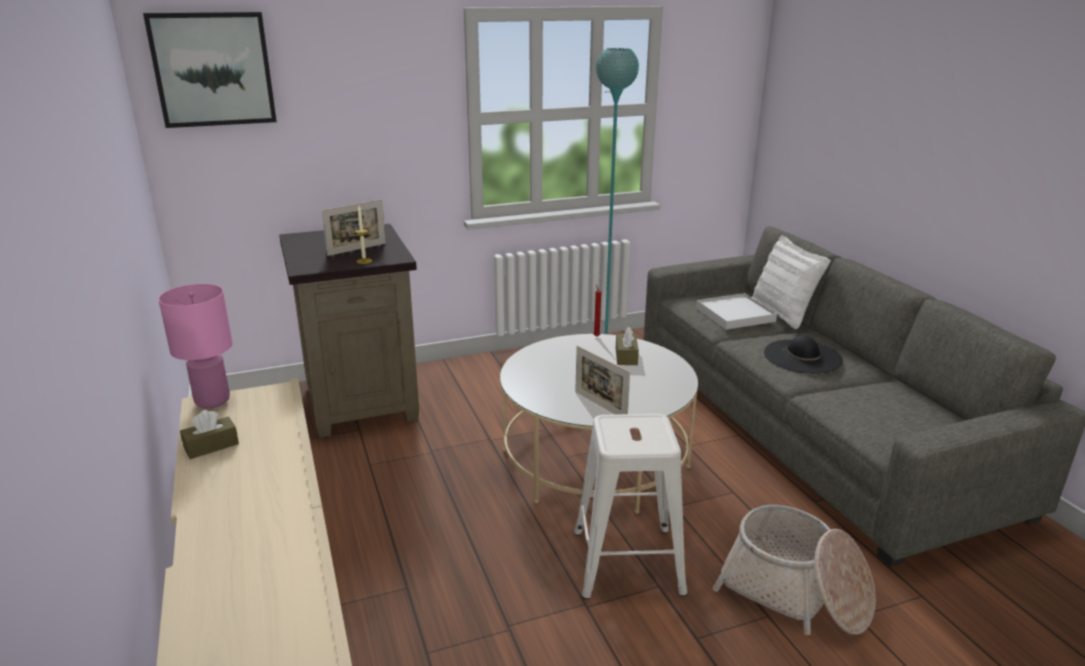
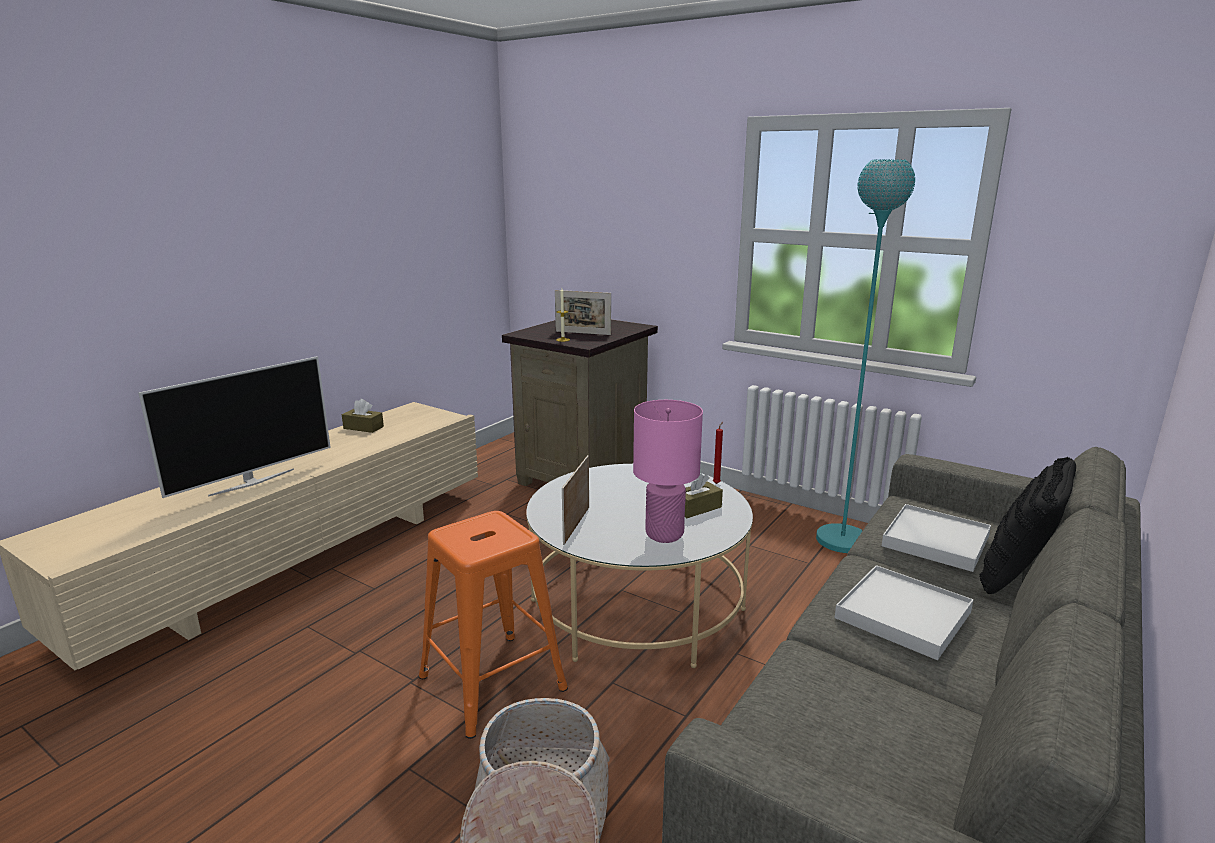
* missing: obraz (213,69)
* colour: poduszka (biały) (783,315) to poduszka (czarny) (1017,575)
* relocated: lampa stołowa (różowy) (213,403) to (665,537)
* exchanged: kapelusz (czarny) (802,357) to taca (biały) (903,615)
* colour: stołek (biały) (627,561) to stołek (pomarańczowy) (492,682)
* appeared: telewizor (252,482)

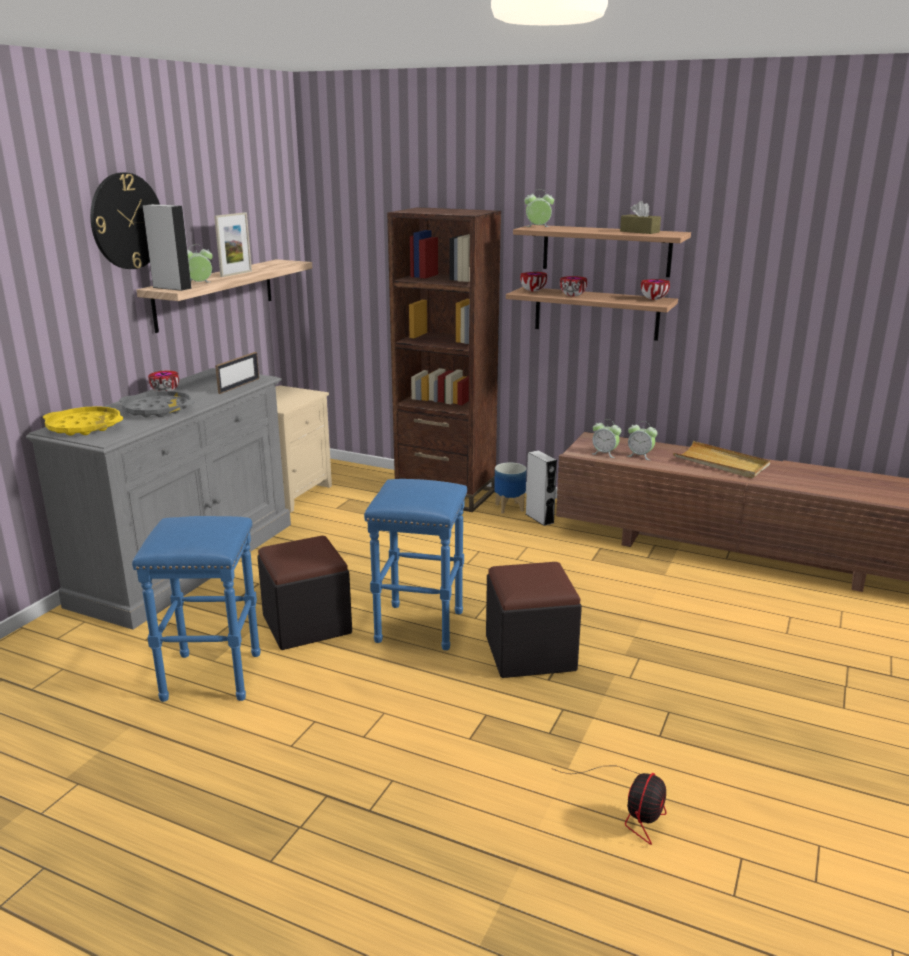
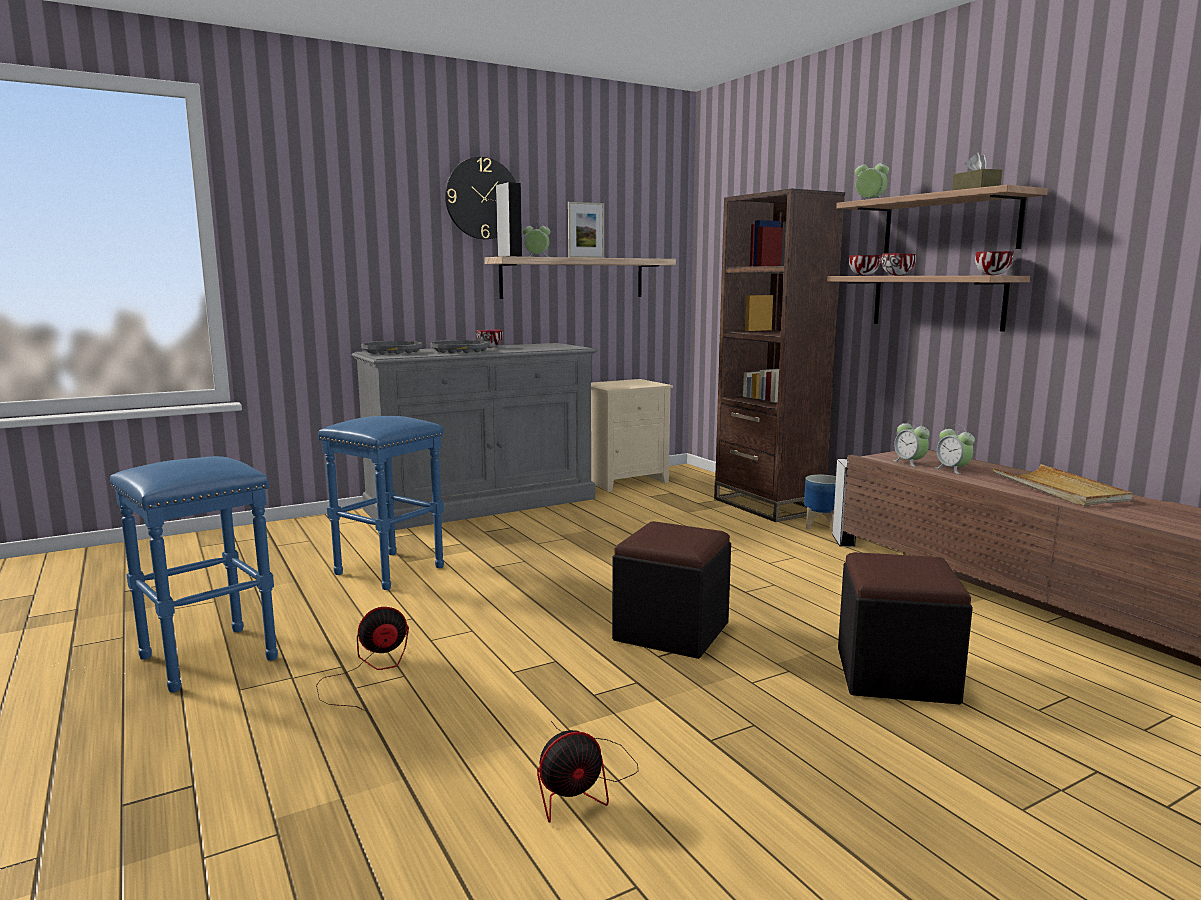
* missing: ramka na zdjęcie (239,386)
* colour: taca (żółty) (84,427) to taca (szary) (392,352)
* relocated: stołek (niebieski) (421,625) to (212,657)
* relocated: pufa (czarny) (307,624) to (895,675)
* appeared: wentylator (369,673)

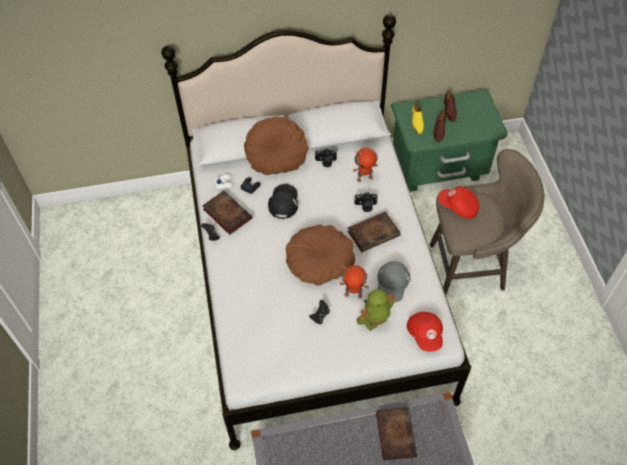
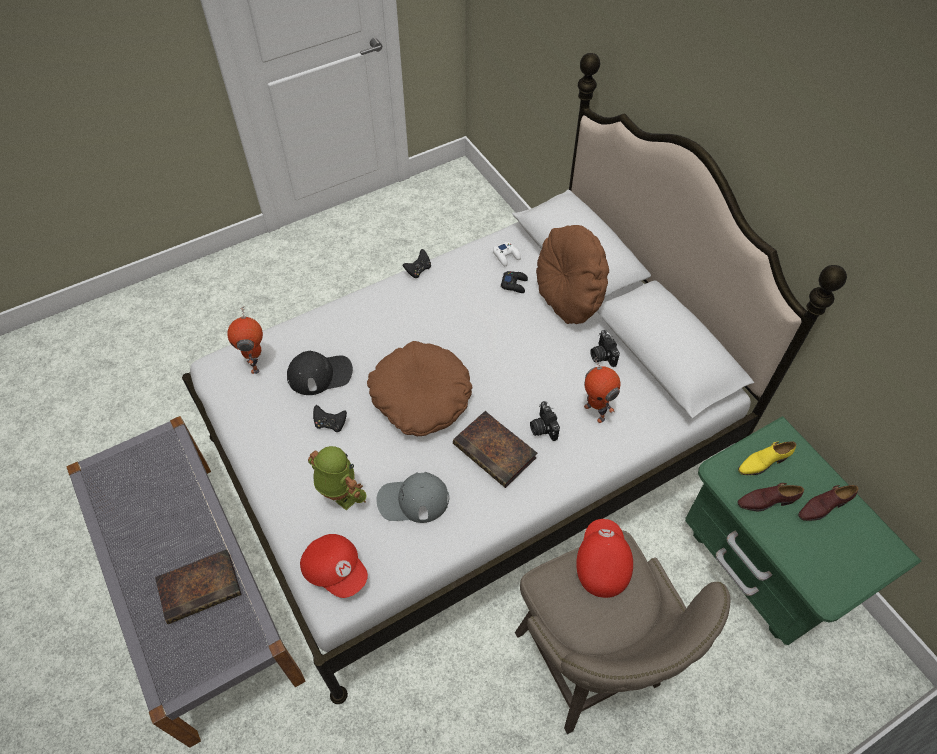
* relocated: czapka z daszkiem (czarny) (283,202) to (320,374)
* missing: książka (226,213)
* relocated: robot zabawkowy (353,294) to (256,363)
* spun: czapka z daszkiem (czerwony) (425,334) = (336,570) 105 degrees counterclockwise

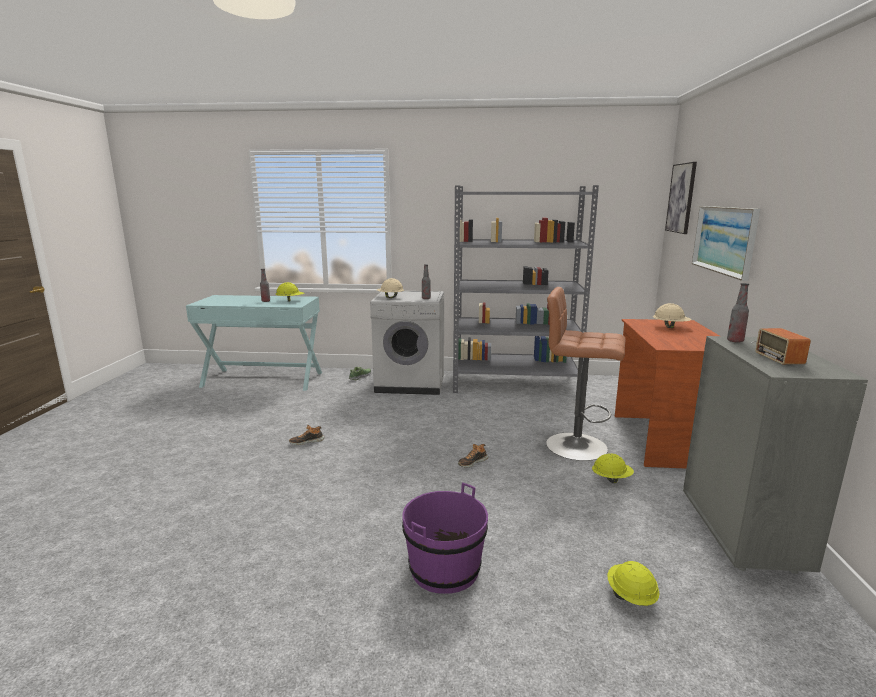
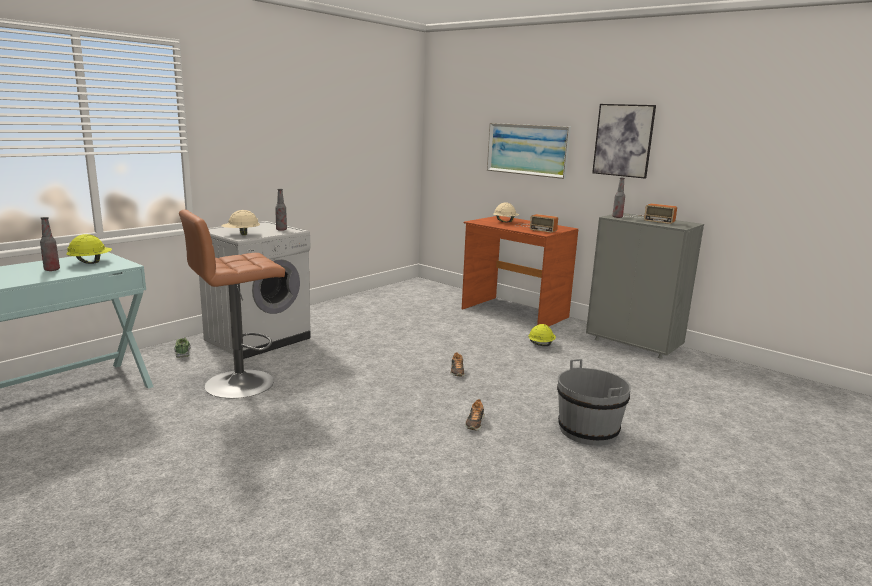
* relocated: obraz (681,198) to (623,140)
* missing: regał (szary) (514,383)
* relocated: stołek (brązowy) (575,446) to (238,384)
* relocated: but (307,441) to (474,423)
* colour: wiadro (fioletowy) (444,569) to wiadro (szary) (588,430)
* missing: kask (żółty) (630,596)
* appeared: radio (534,228)

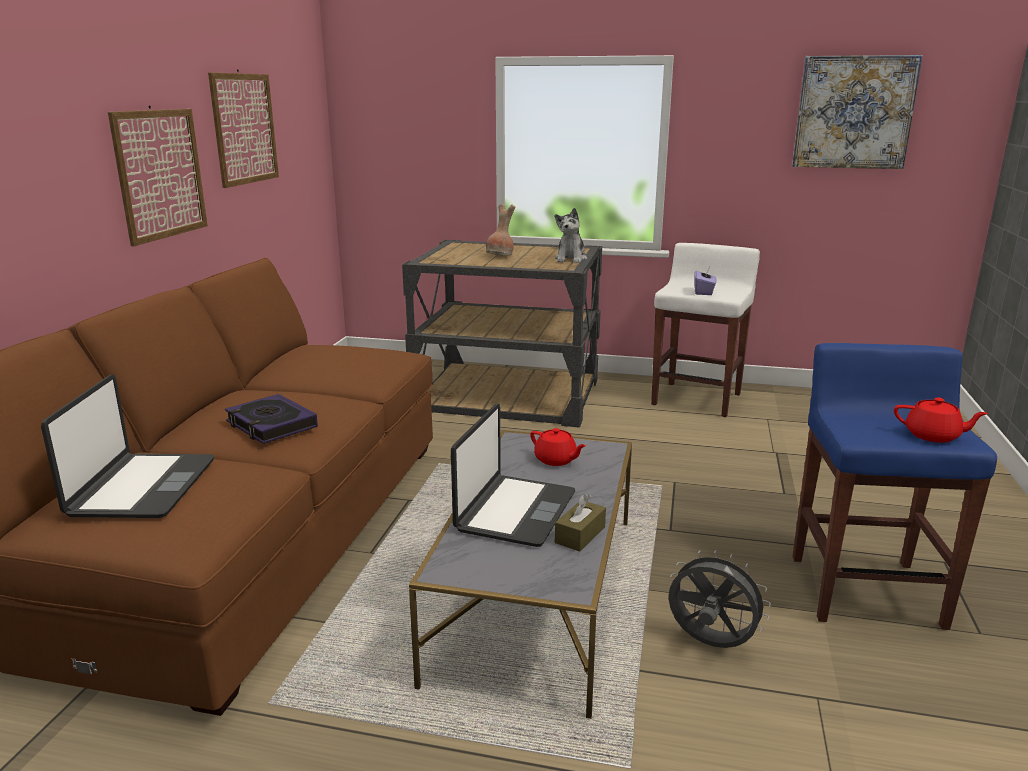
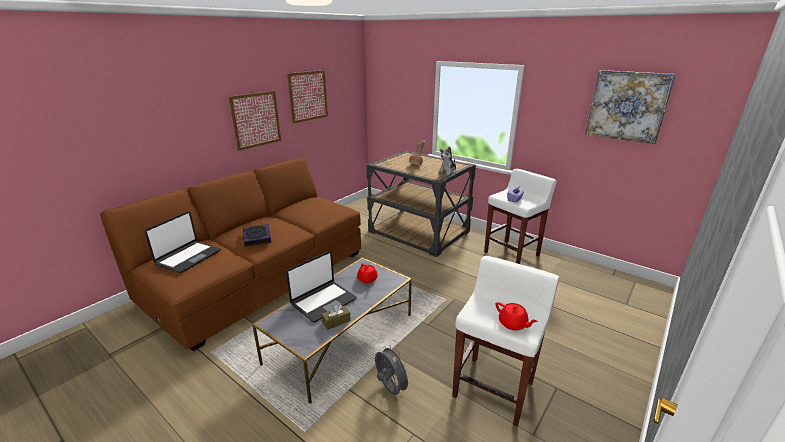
* colour: stołek (niebieski) (865,590) to stołek (biały) (494,388)

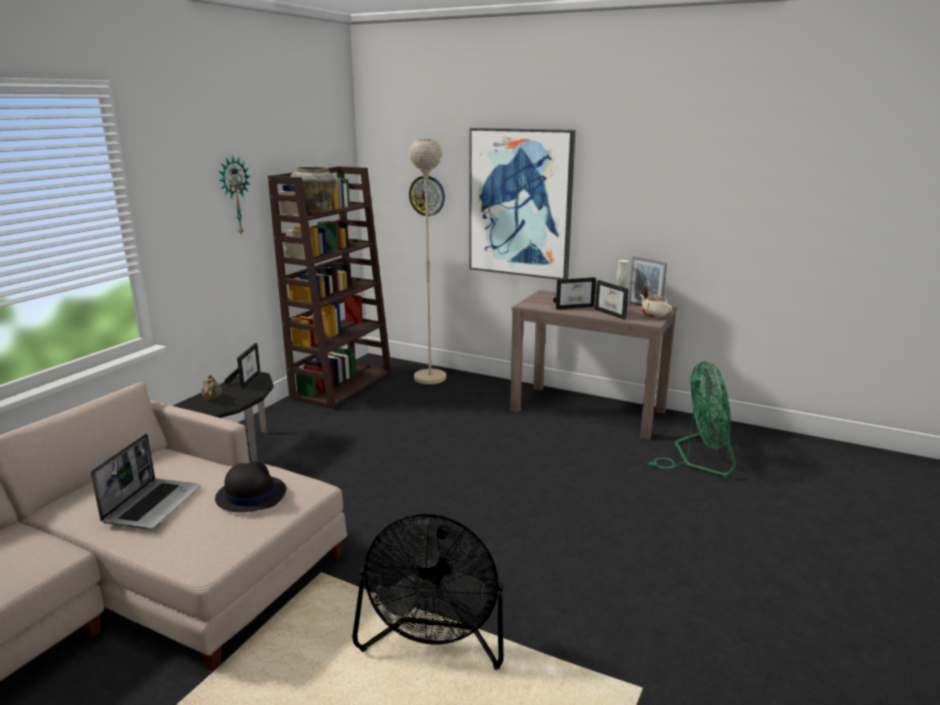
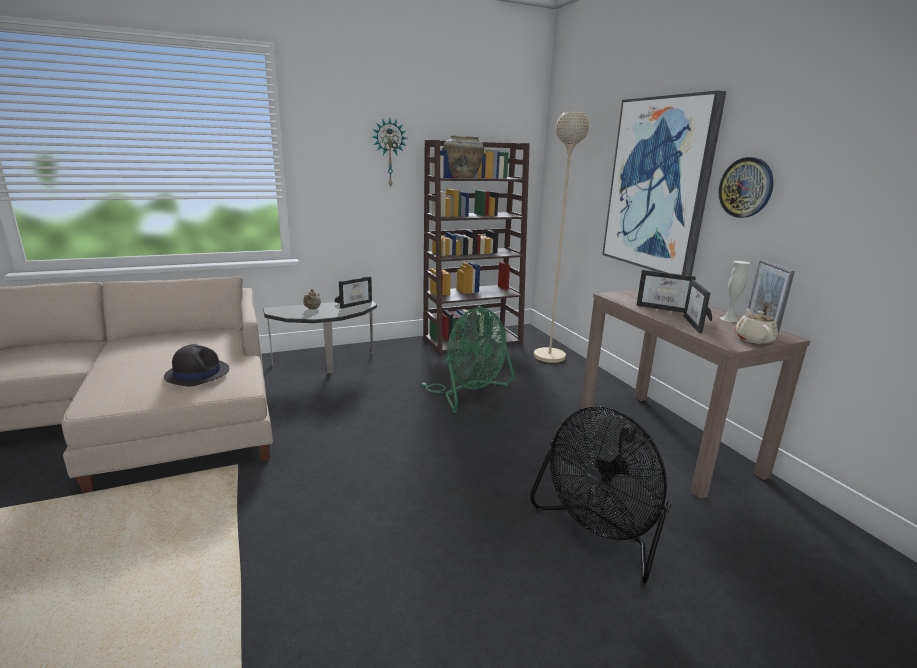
* relocated: zegar ścienny (427,195) to (746,187)
* relocated: wentylator (zielony) (694,456) to (467,394)
* missing: laptop (153,504)
* relocated: wentylator (czarny) (430,639) to (598,531)

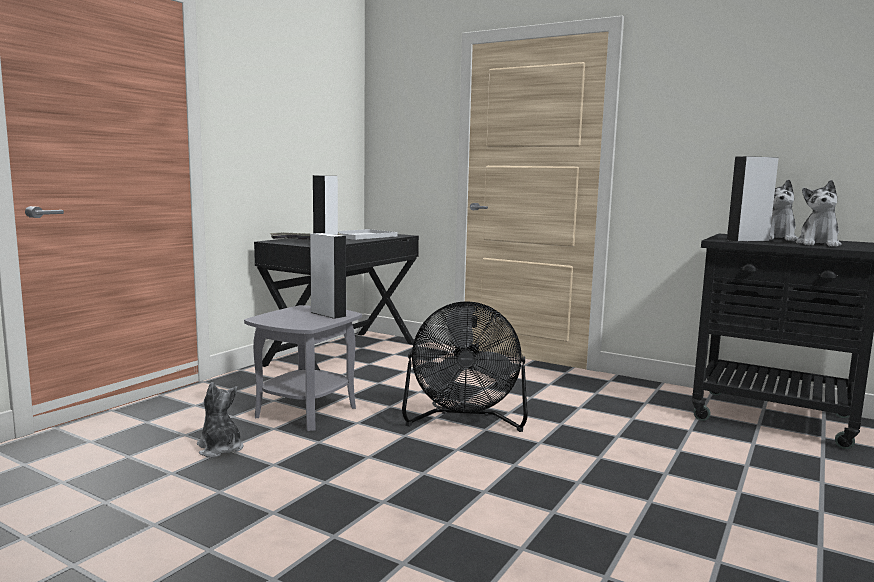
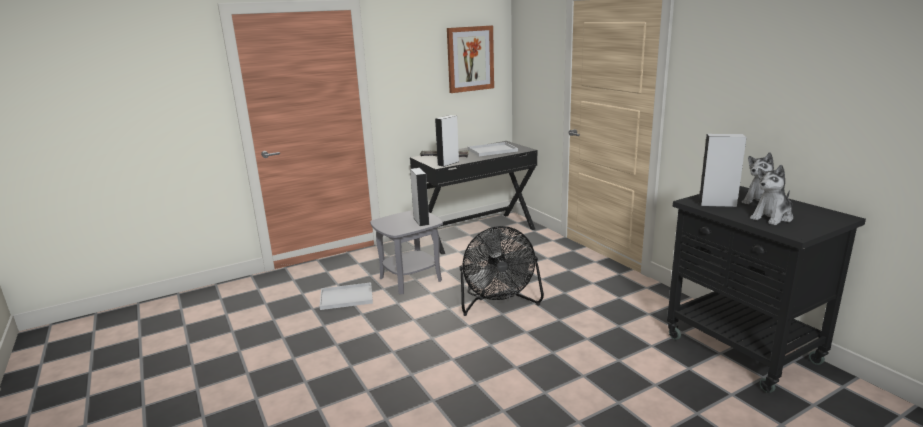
* spun: wentylator (czarny) (460,419) = (495,303) 45 degrees counterclockwise
* exchanged: pluszak (220,449) to taca (biały) (345,297)
* appeared: obraz (470,59)

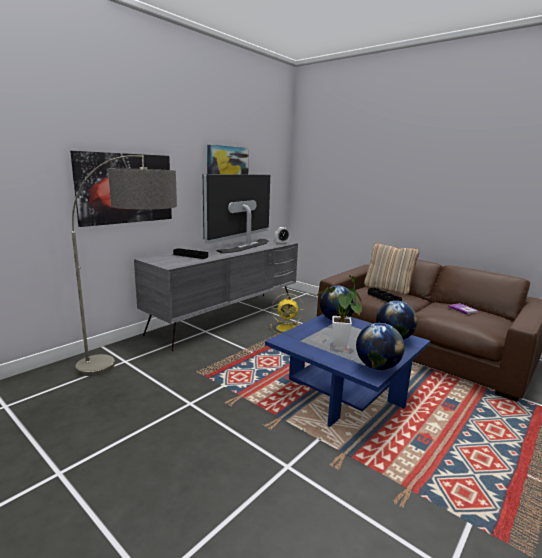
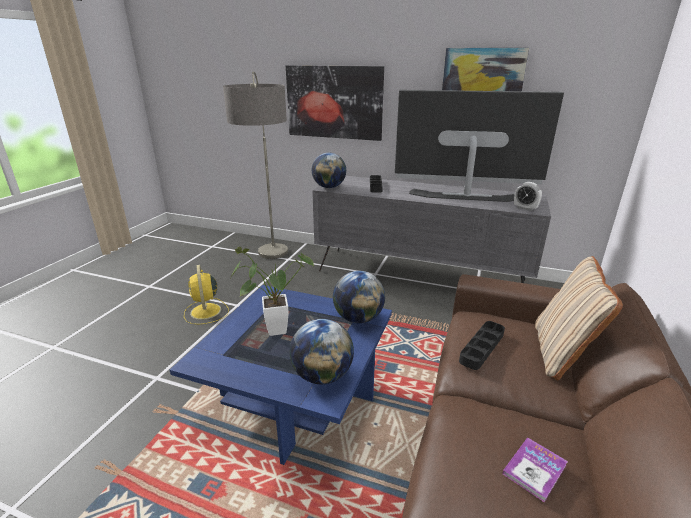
* relocated: wentylator (żółty) (288,328) to (206,312)
* relocated: globus (377,367) to (329,187)

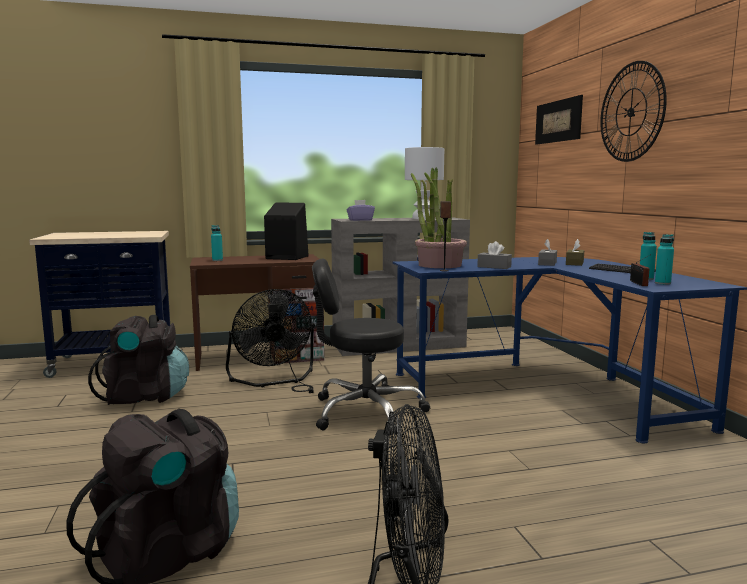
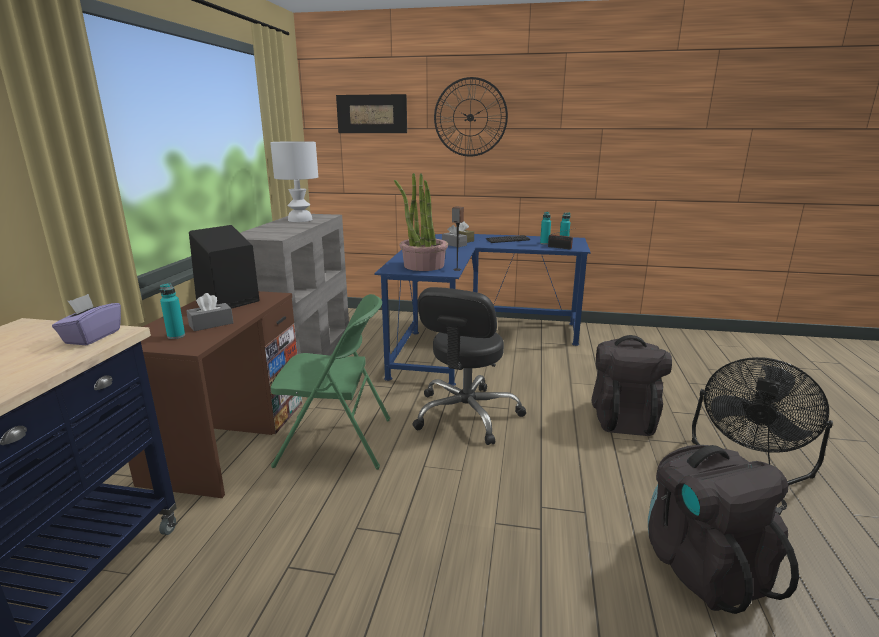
* relocated: pudełko chusteczek (fioletowy) (360,220) to (92,337)
* relocated: pudełko chusteczek (szary) (494,267) to (211,324)
* exchanged: wentylator (czarny) (279,380) to krzesło (zielony) (335,442)
* relocated: plecak (czarny) (145,396) to (623,418)

